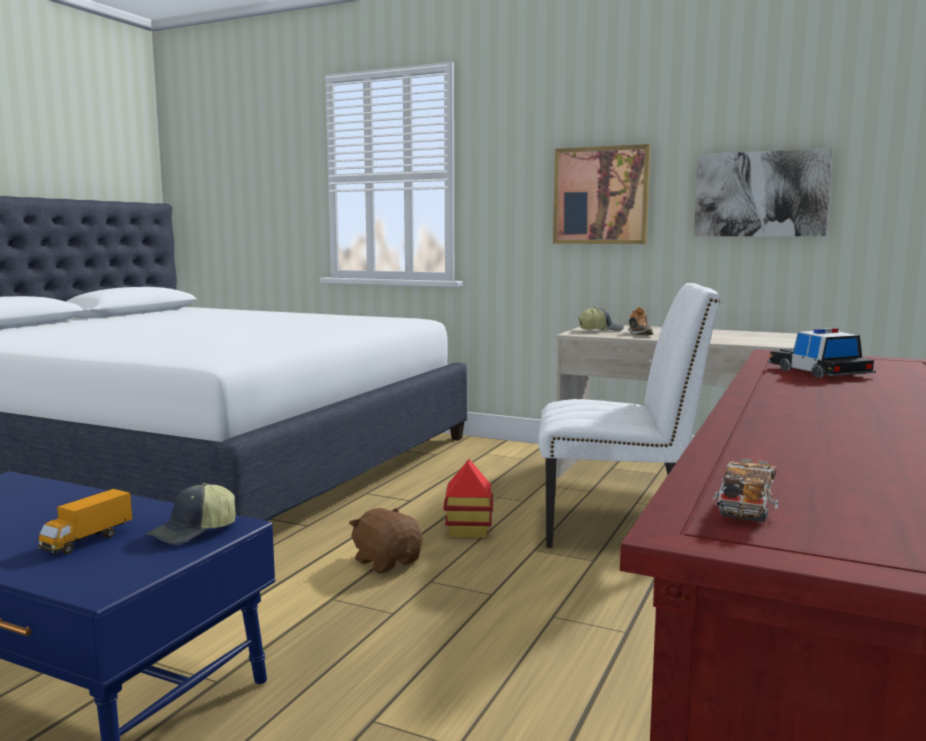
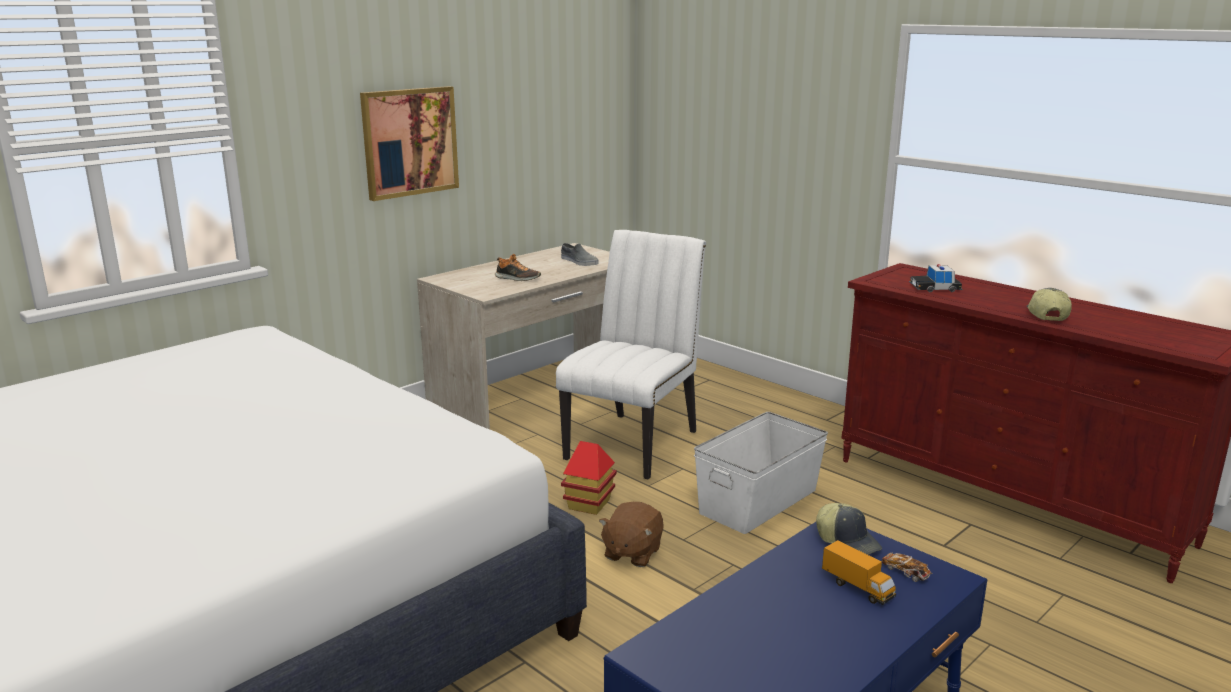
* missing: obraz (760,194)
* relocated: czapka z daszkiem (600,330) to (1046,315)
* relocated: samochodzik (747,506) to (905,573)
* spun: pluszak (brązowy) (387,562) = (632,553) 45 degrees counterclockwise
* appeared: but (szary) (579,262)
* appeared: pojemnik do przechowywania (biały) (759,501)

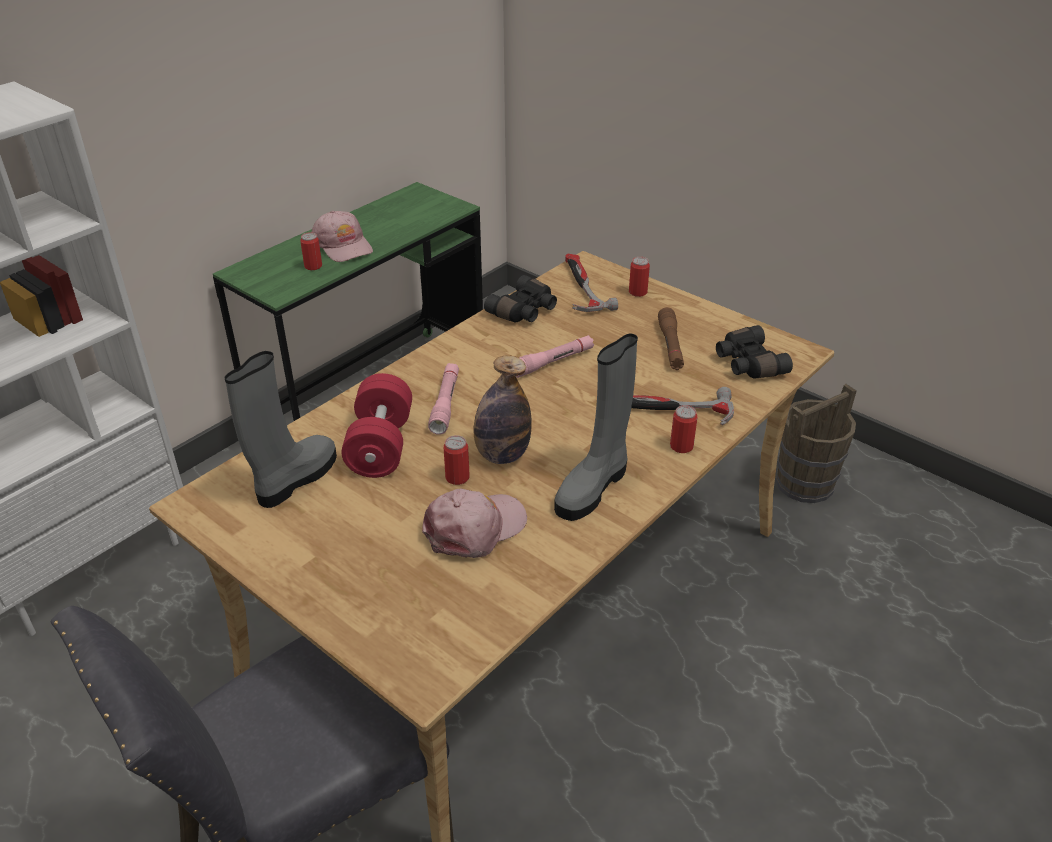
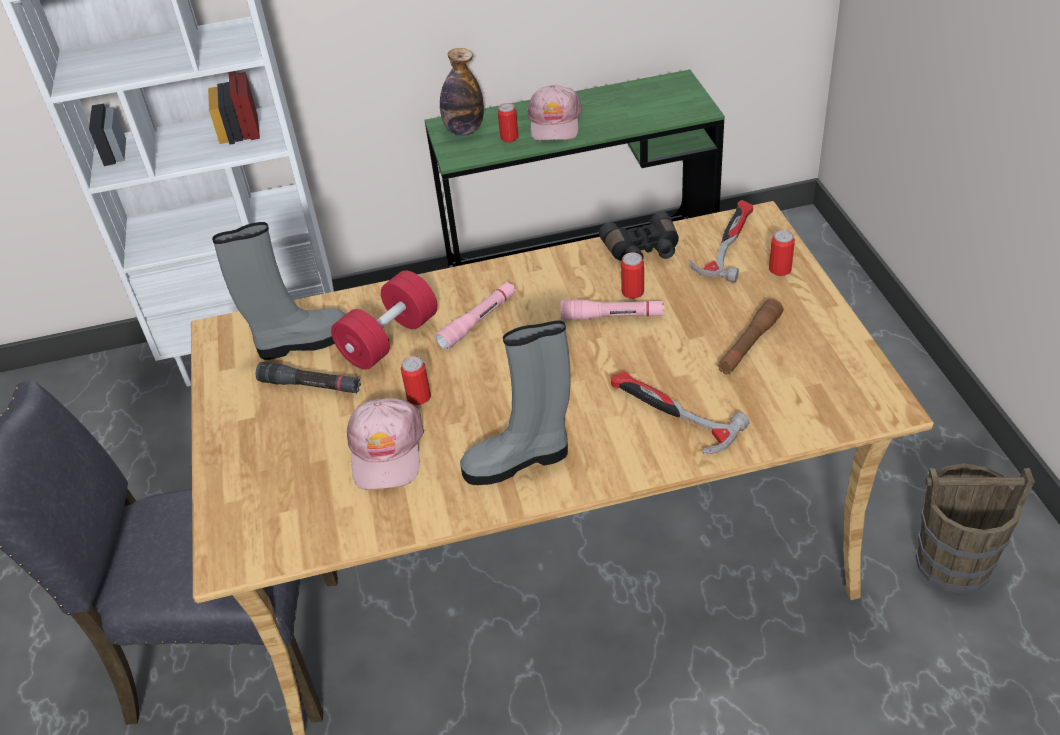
* missing: lornetka (czarny) (747,363)
* relocated: butelka (502,455) to (464,130)
* relocated: puszka (681,446) to (632,292)
* spun: czapka z daszkiem (różowy) (475,528) = (386,451) 90 degrees clockwise
* appeared: latarka (czarny) (310,386)

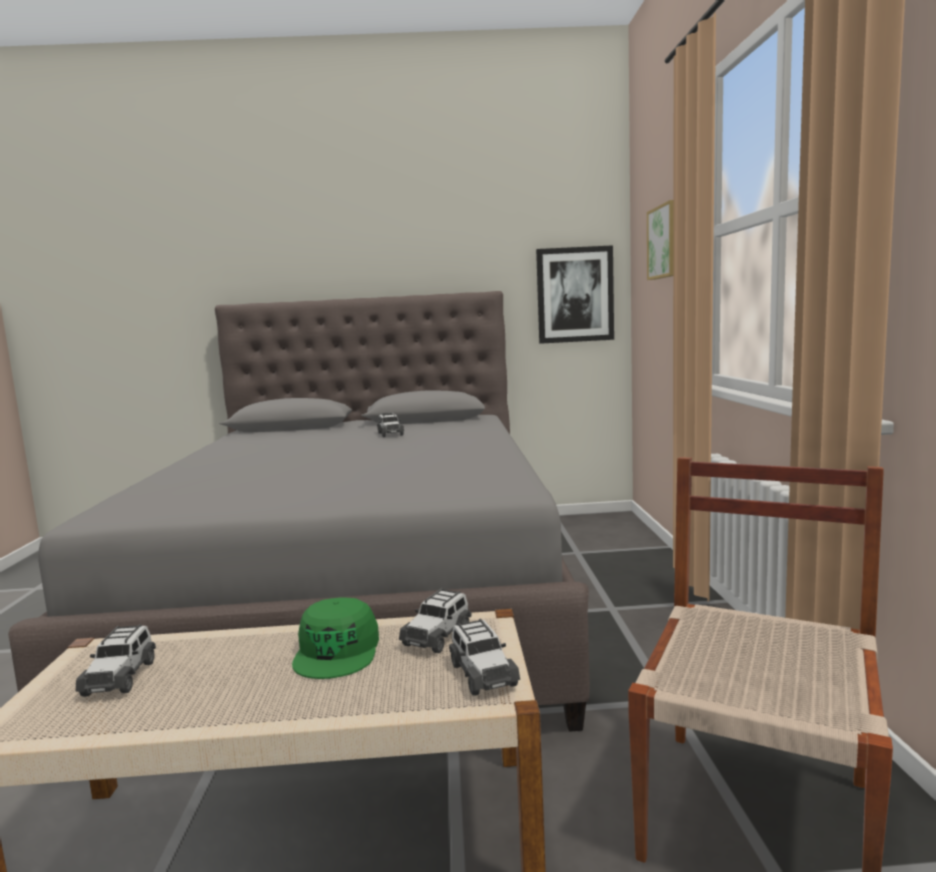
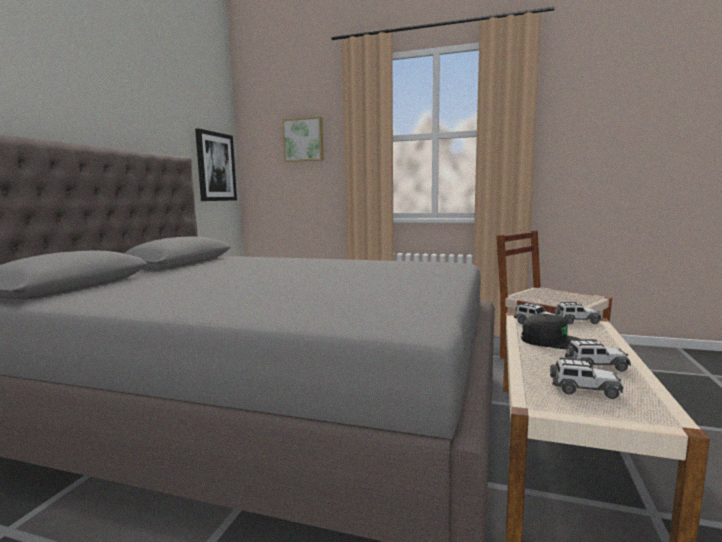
* relocated: samochodzik (390,434) to (596,366)
* colour: czapka z daszkiem (zielony) (337,651) to czapka z daszkiem (czarny) (550,340)

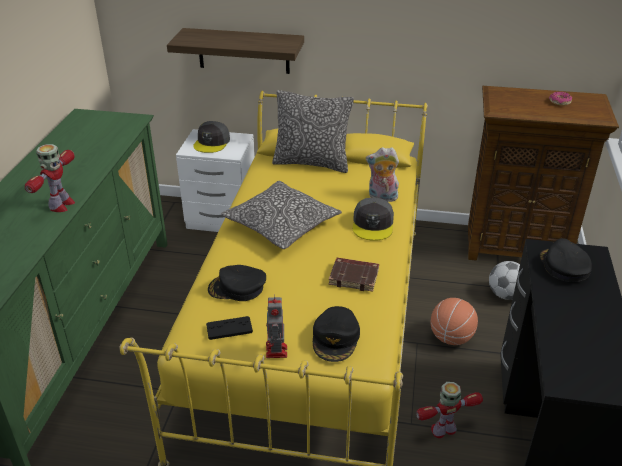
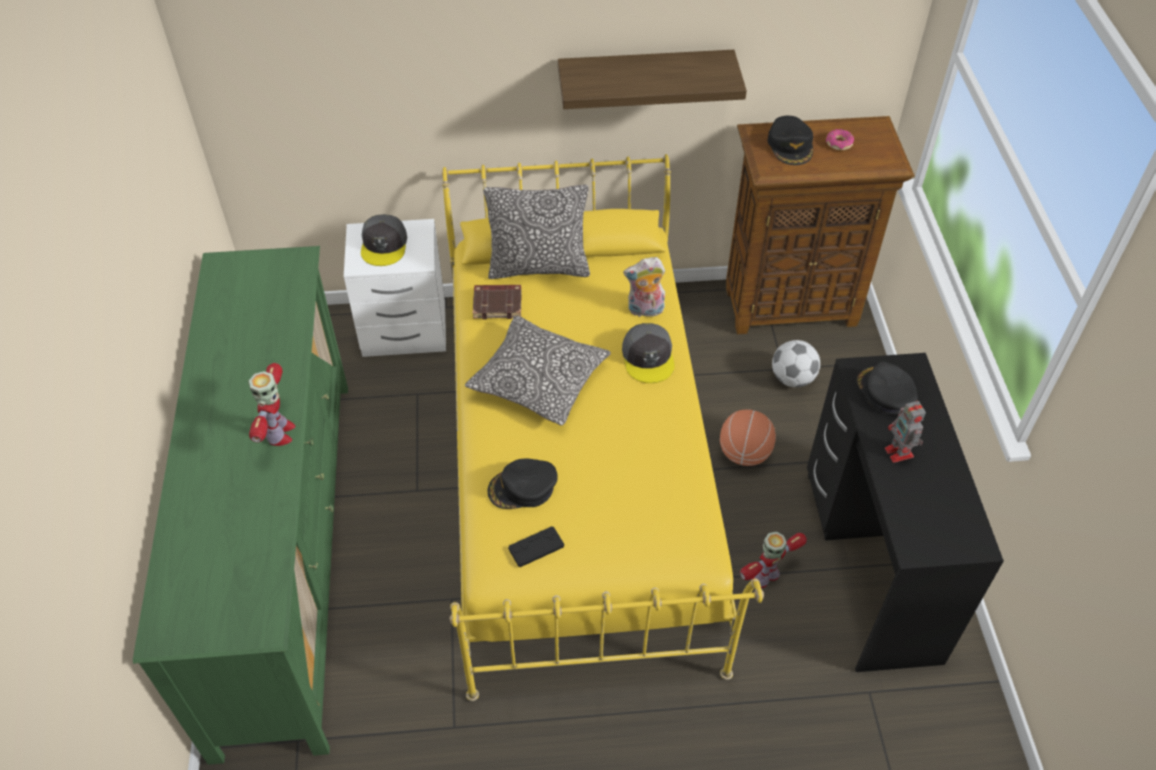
* relocated: półka (243,51) to (645,78)
* relocated: książka (brązowy) (354,277) to (498,304)
* relocated: robot zabawkowy (276,352) to (899,453)
* relocated: czapka z daszkiem (czarny) (336,338) to (790,145)

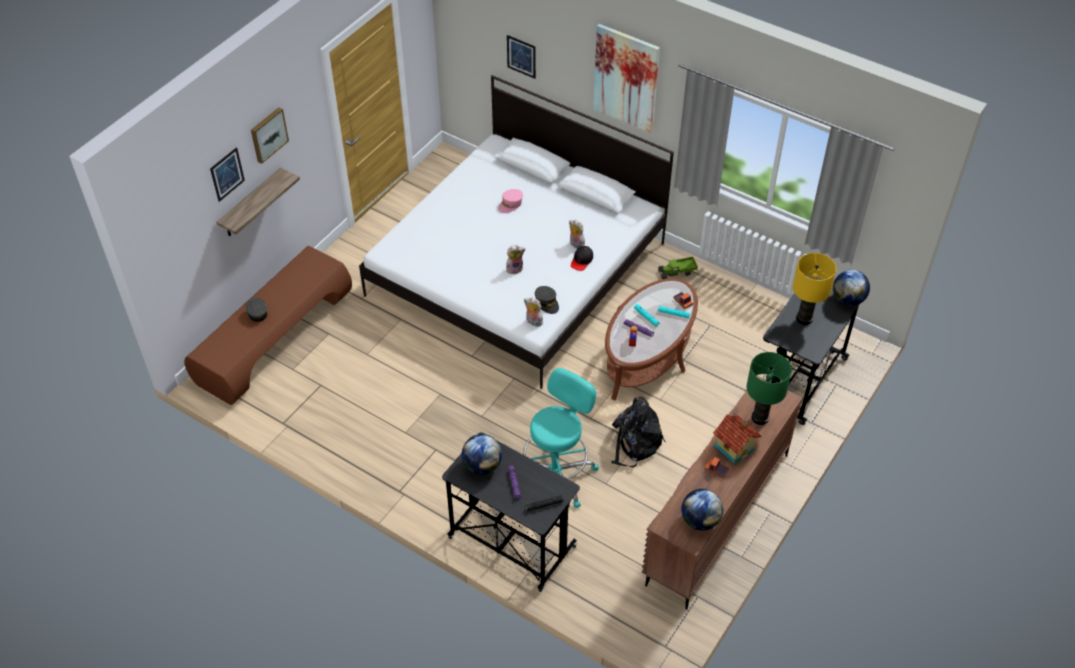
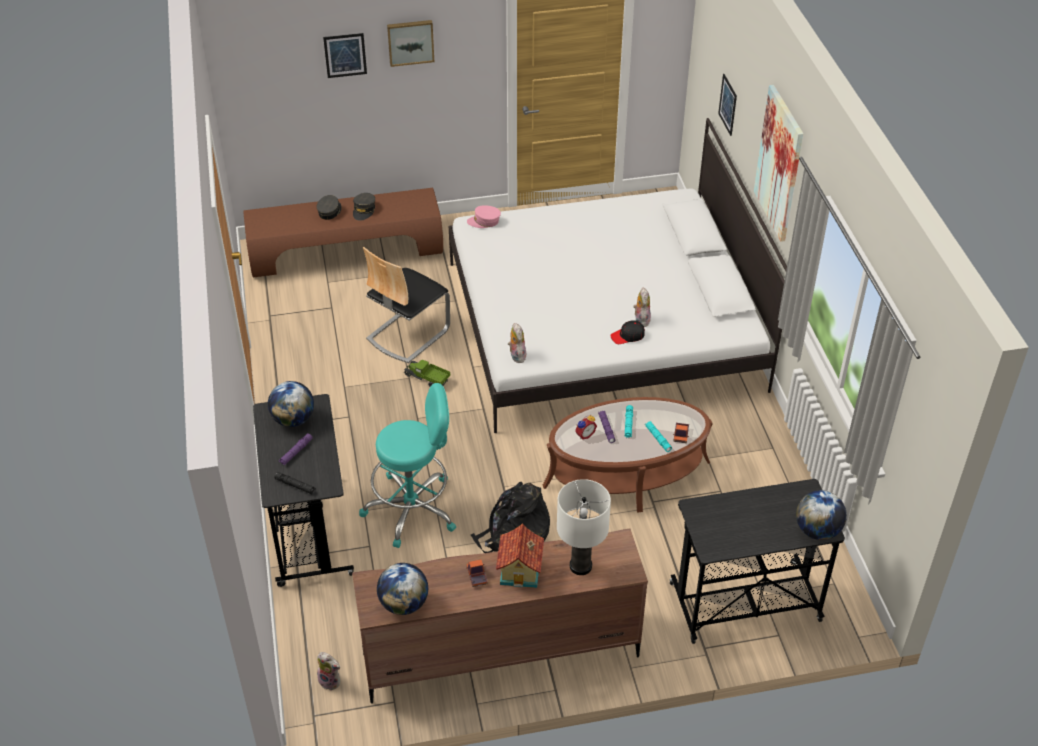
* missing: półka (251,204)
* relocated: czapka z daszkiem (różowy) (510,204) to (484,221)
* relocated: pluszak (514,268) to (331,681)
* missing: lampa stołowa (żółty) (804,318)
* relocated: ciężarówka zabawkowa (677,272) to (427,378)
* relocated: czapka z daszkiem (szary) (547,303) to (364,210)
* colour: lampa stołowa (zielony) (760,418) to lampa stołowa (biały) (580,566)
* appeared: krzesło (407,334)

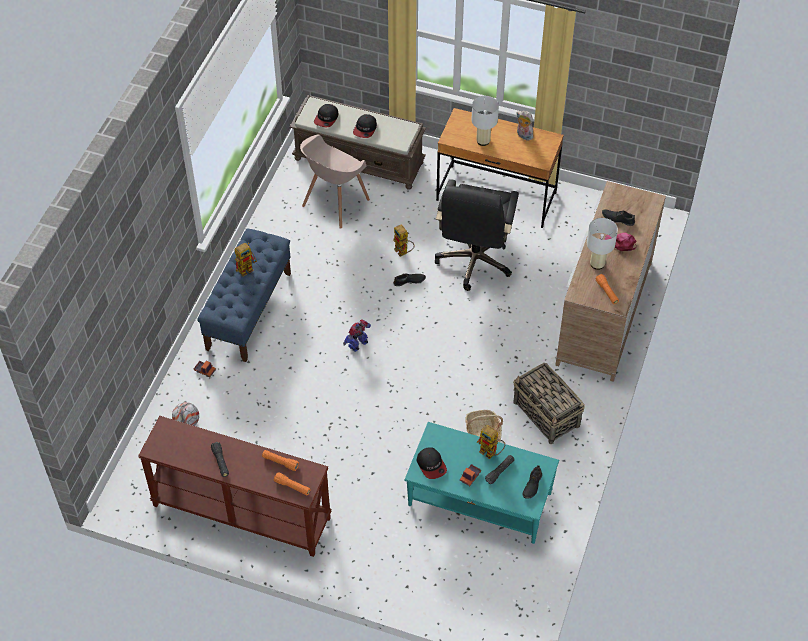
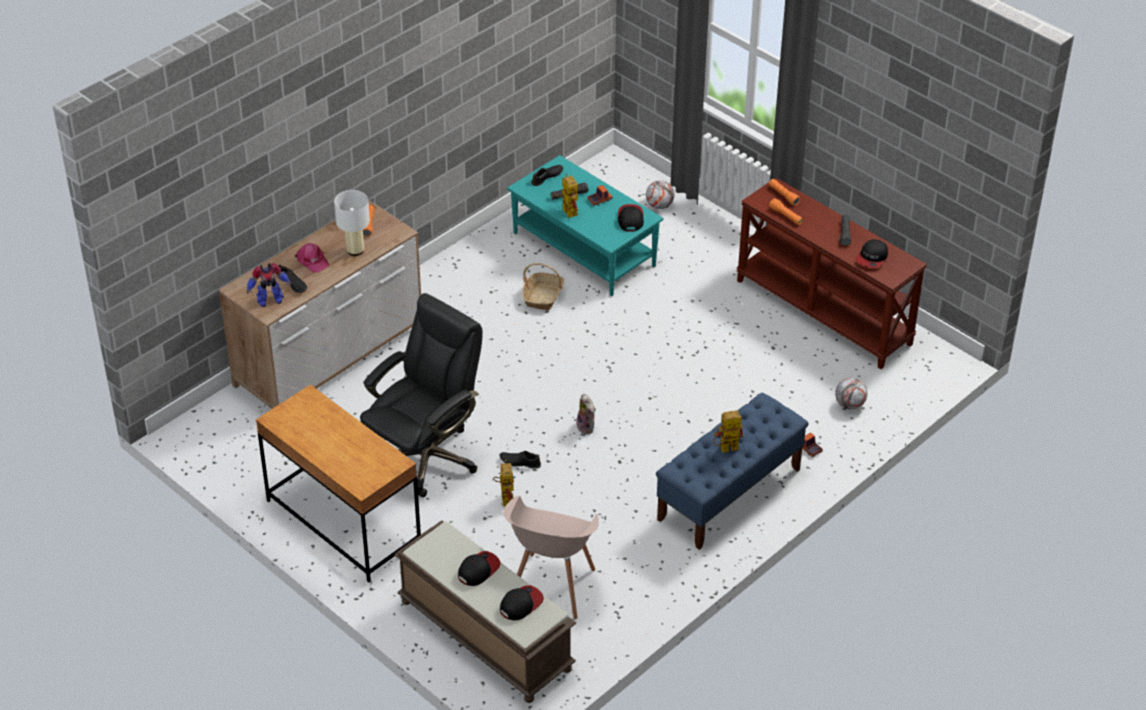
* missing: lampa stołowa (biały) (483,141)
* relocated: pluszak (523,136) to (587,427)
* spun: krzesło (beżowy) (335,204) = (552,587) 135 degrees clockwise
* relocated: robot zabawkowy (358,344) to (269,300)
* missing: koszyk (546,415)
* appeared: piłka futbolowa (659,206)
* appeared: czapka z daszkiem (872,258)

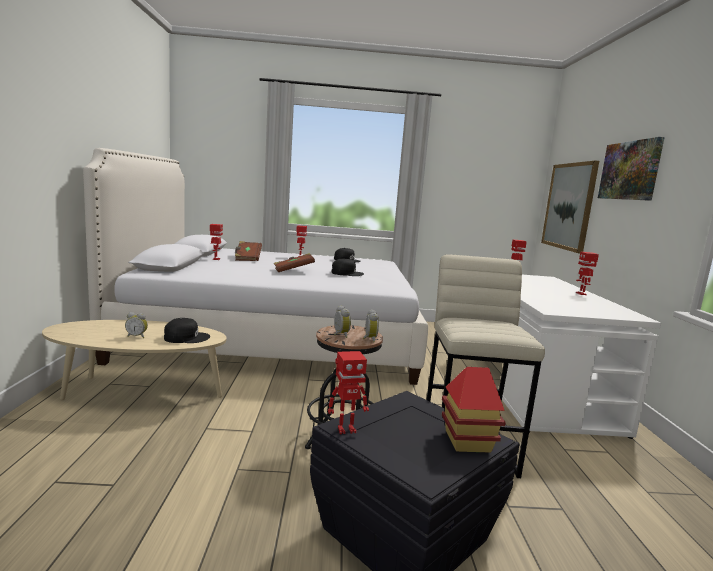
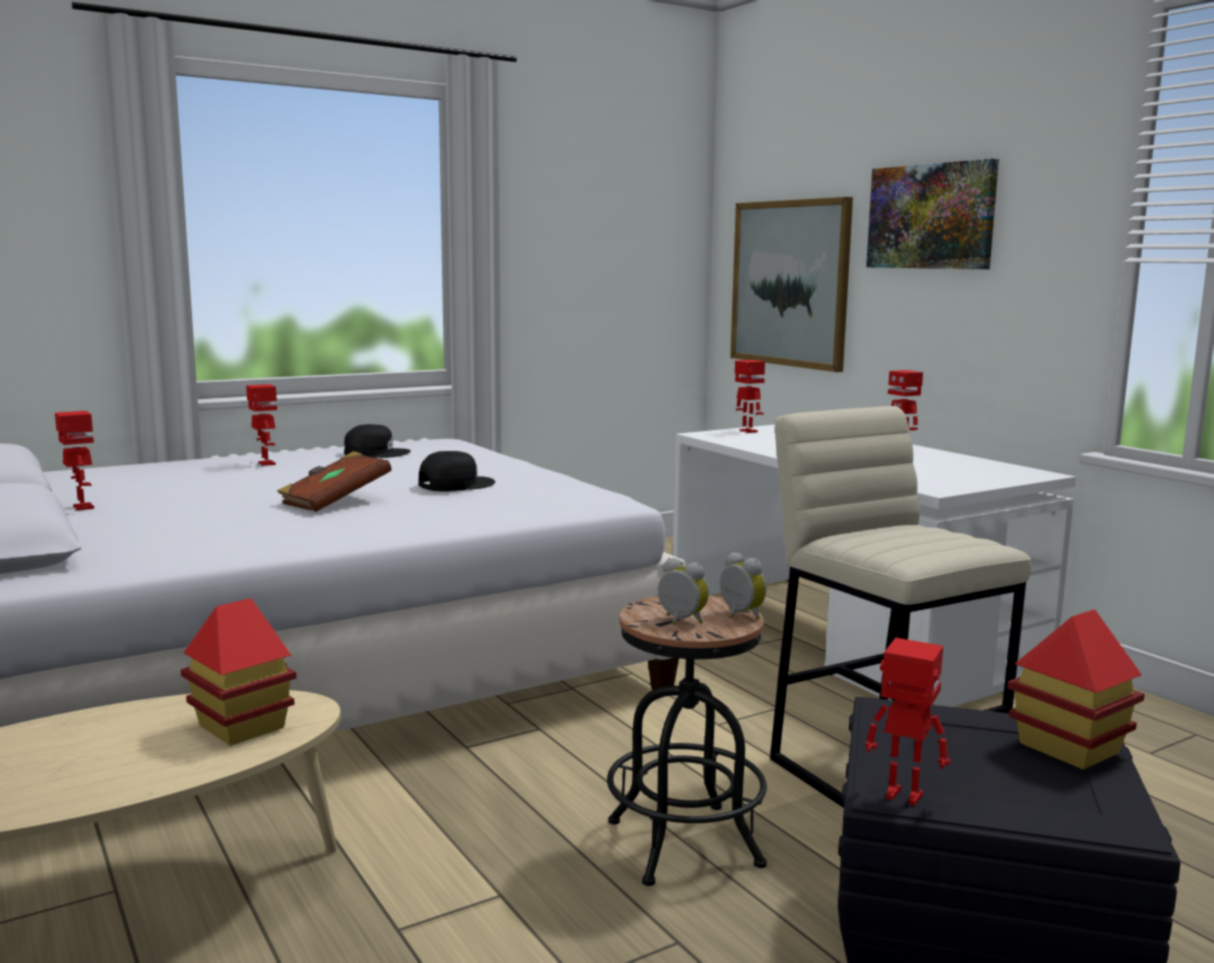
* missing: książka (brązowy) (247,258)
* missing: budzik (137,336)
* exchanged: czapka z daszkiem (czarny) (186,337) to domek (241,726)
* spun: robot zabawkowy (346,429) = (903,797) 105 degrees counterclockwise

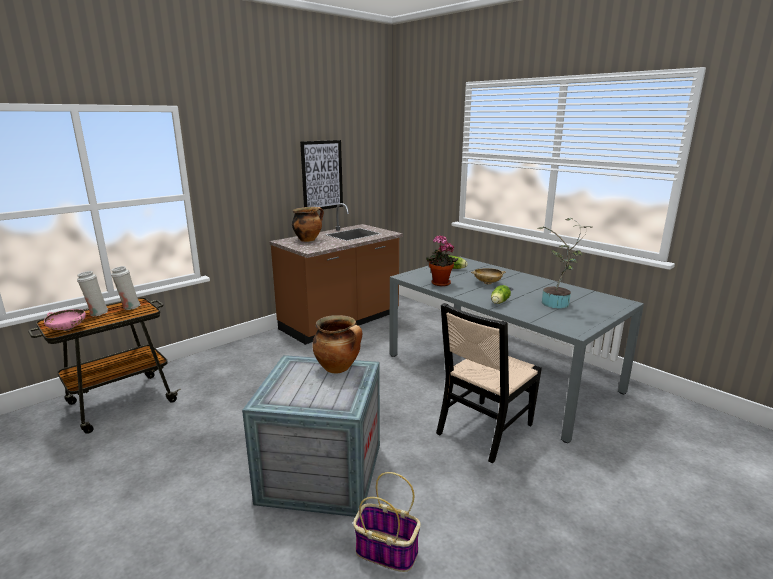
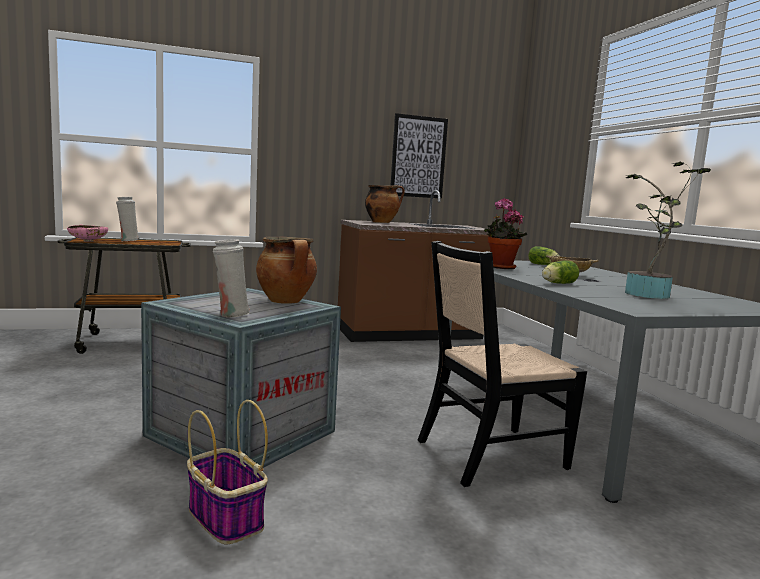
* relocated: wazon (biały) (129,307) to (231,314)

